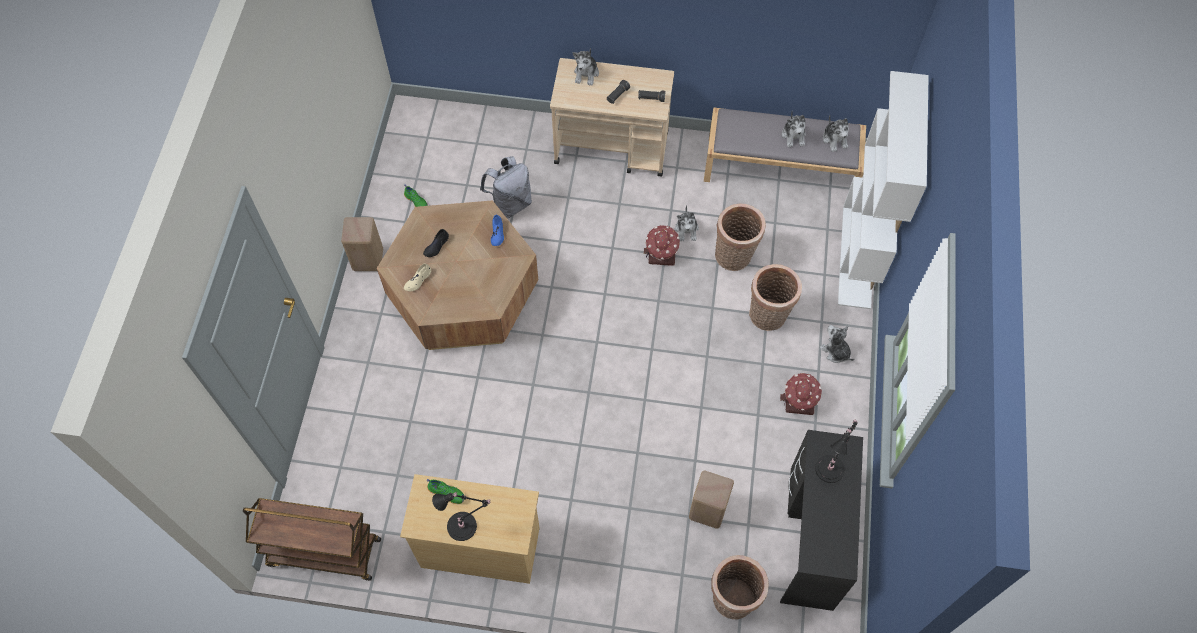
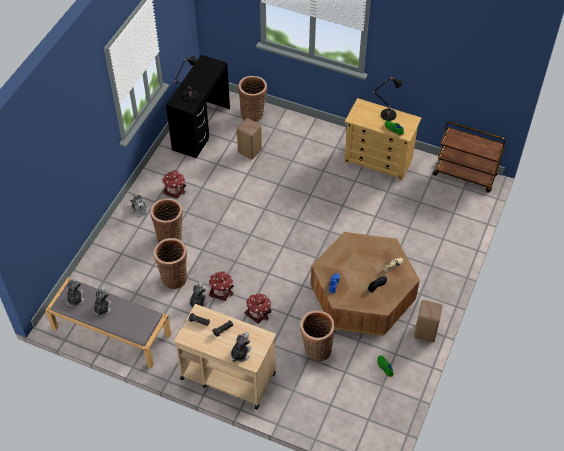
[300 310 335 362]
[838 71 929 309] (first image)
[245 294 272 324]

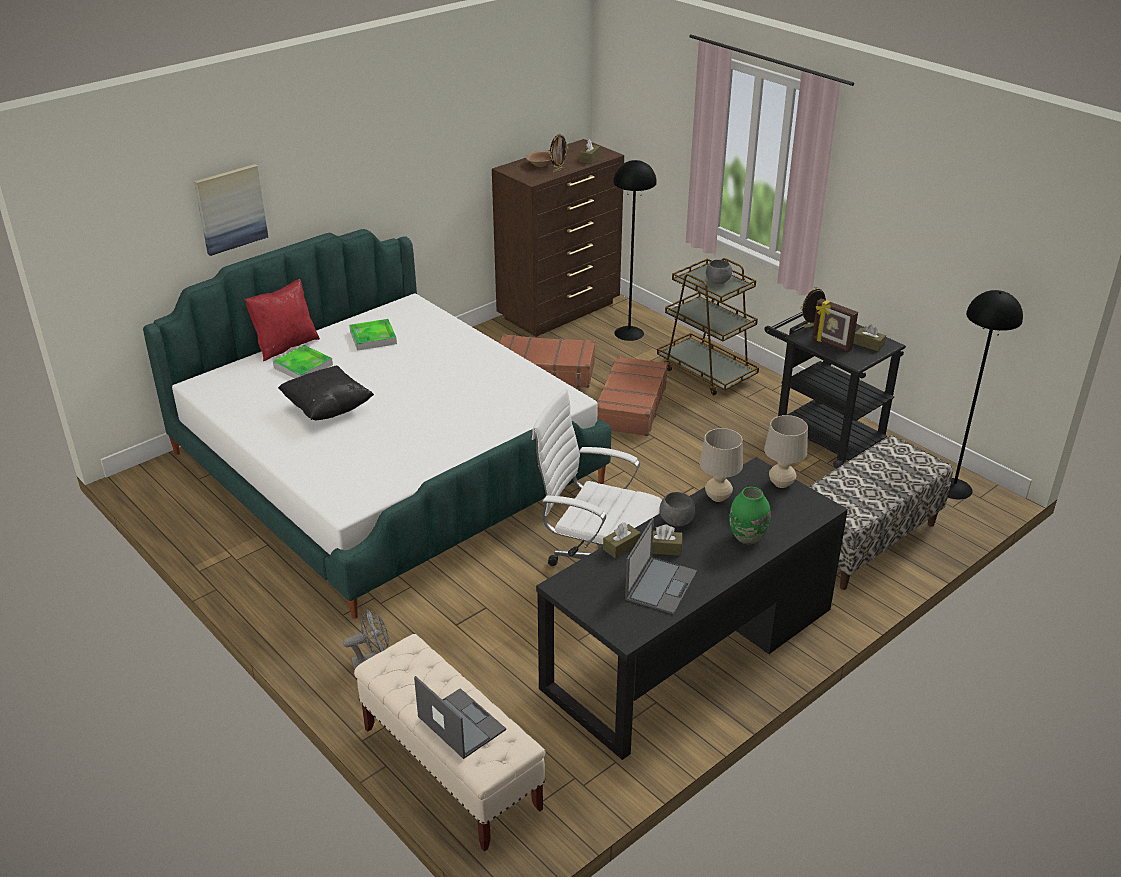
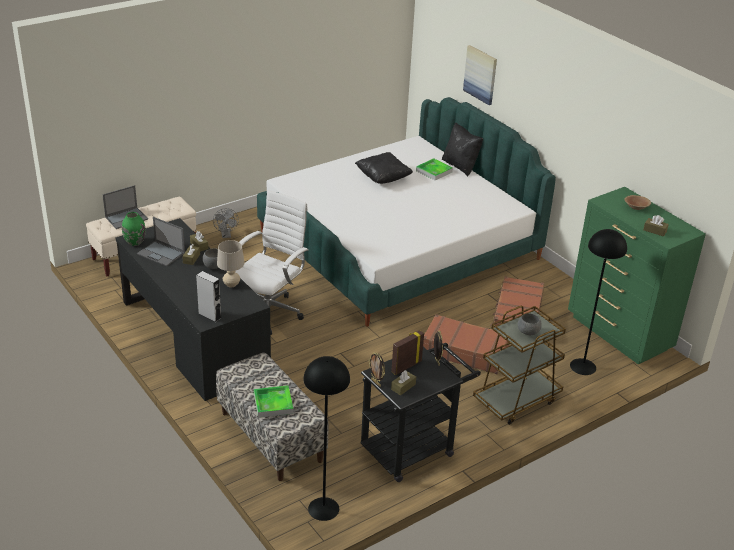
[442 123 483 176]
[254 385 294 418]
[568 187 706 365]
[369 352 385 387]
[122 212 146 246]
[764 415 808 488] (first image)
[196 271 221 322]

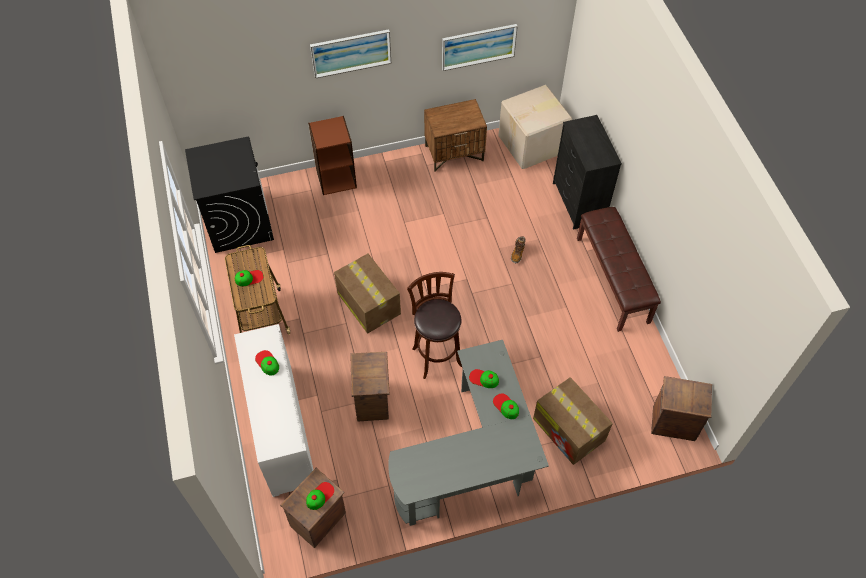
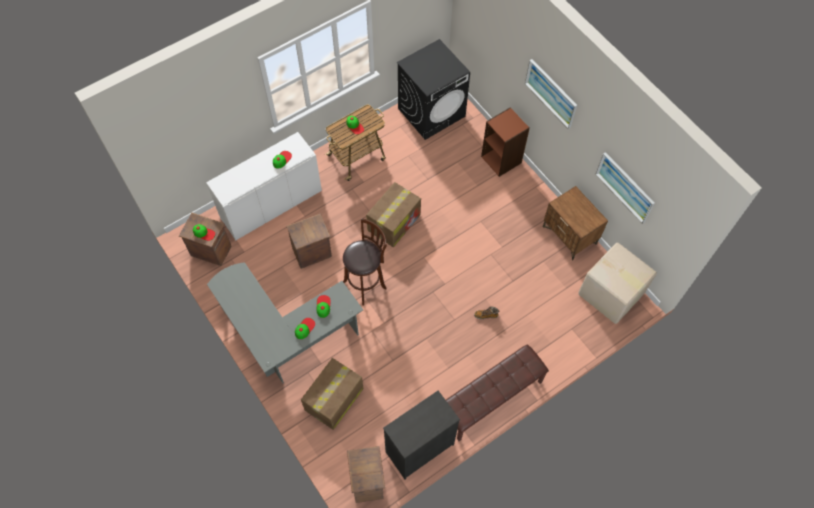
[383 391 460 479]

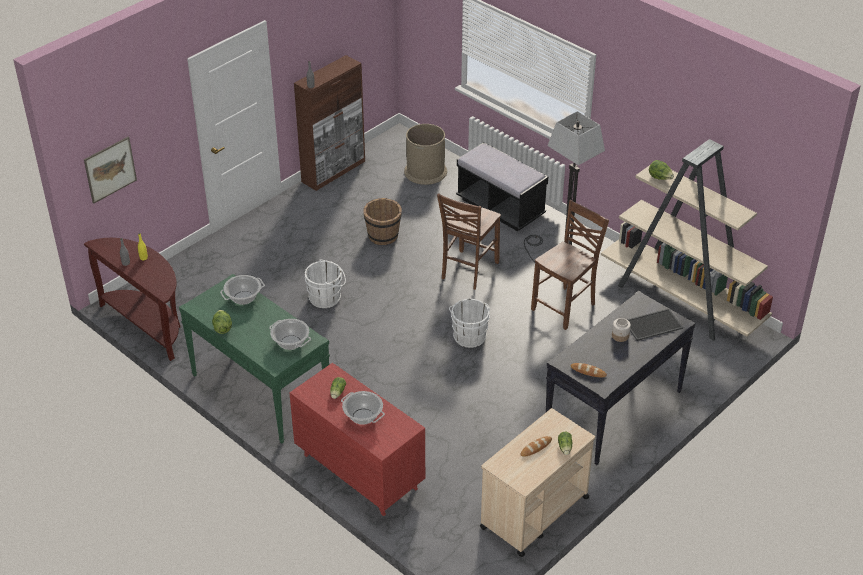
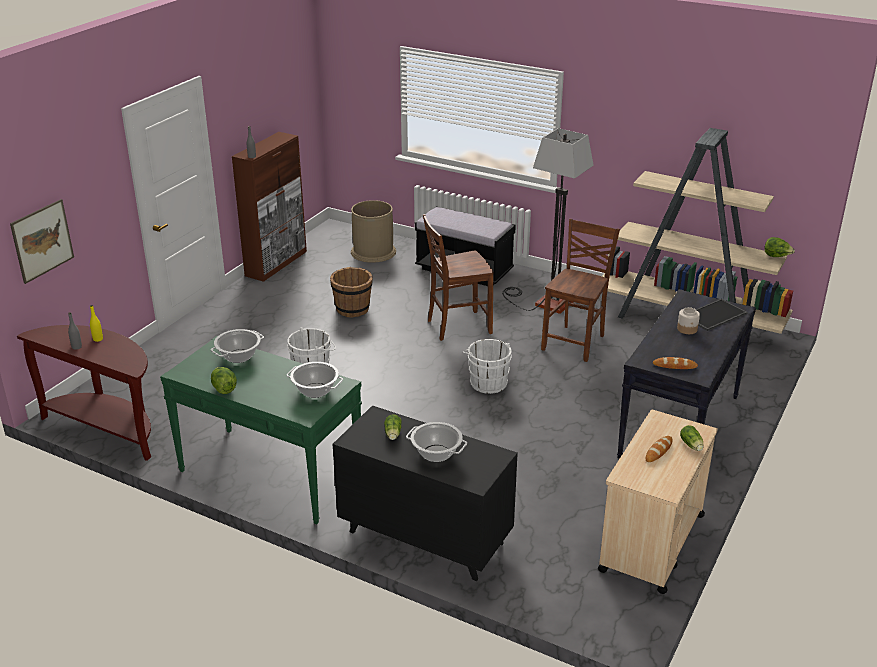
[333 405 518 581]
[423 214 494 341]
[764 237 795 257]

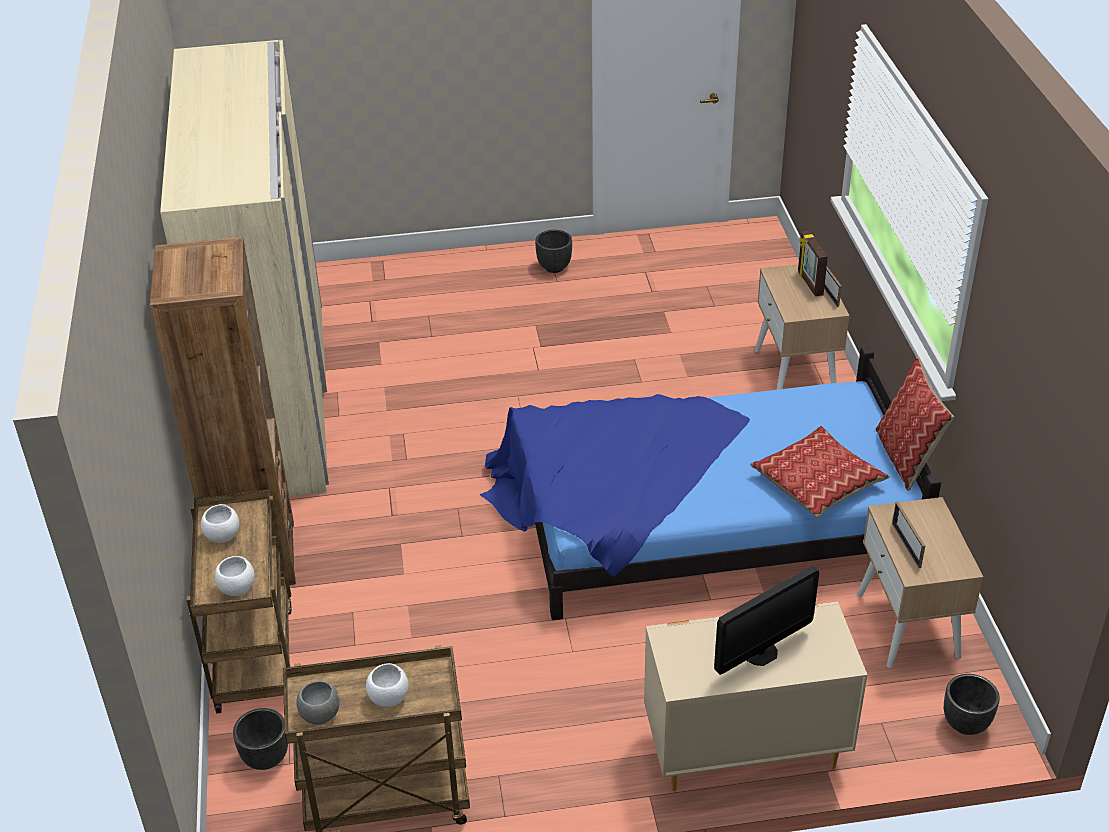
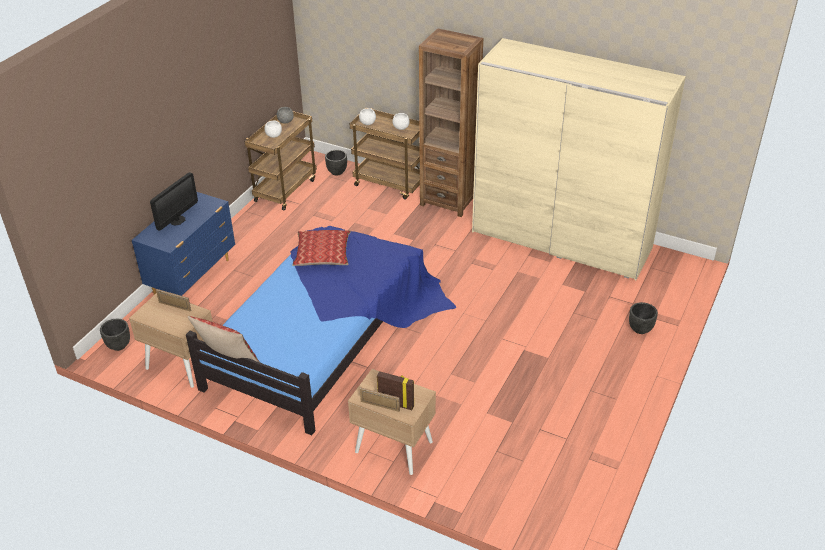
[629 302 658 334]
[132 192 235 296]
[150 172 198 231]
[292 230 351 266]

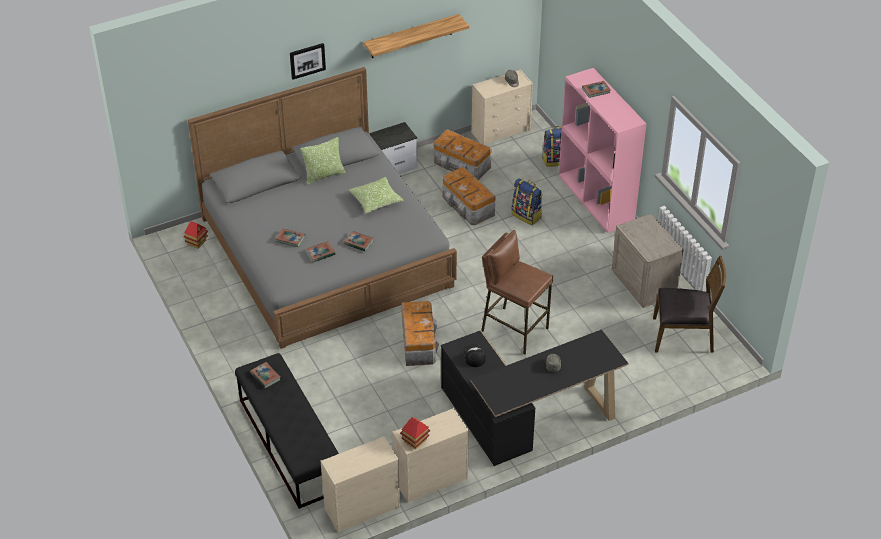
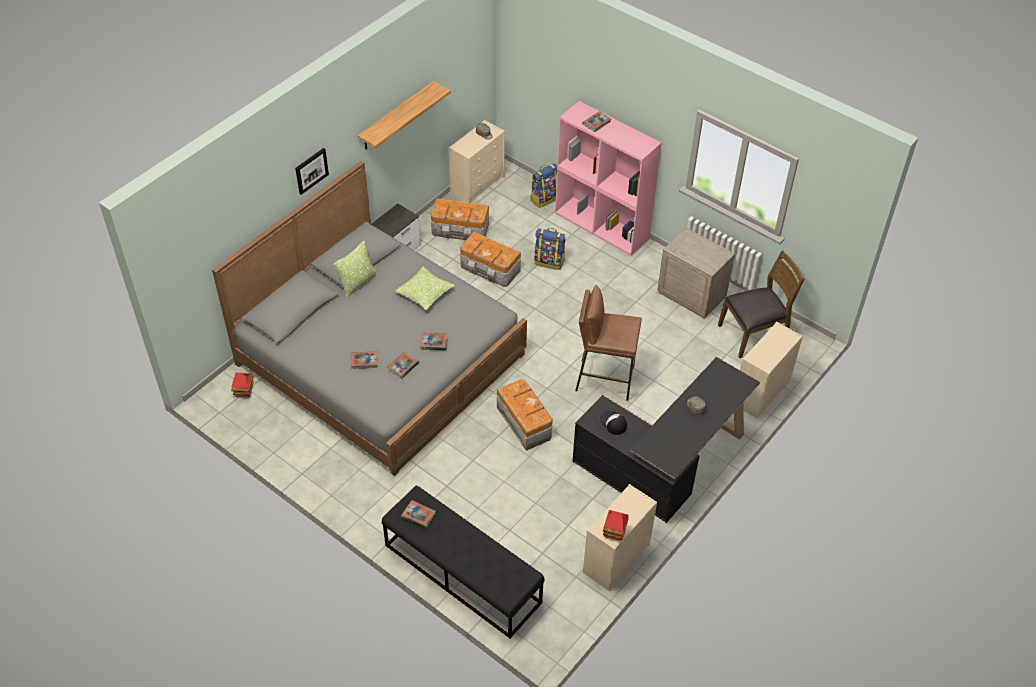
[740 322 803 419]

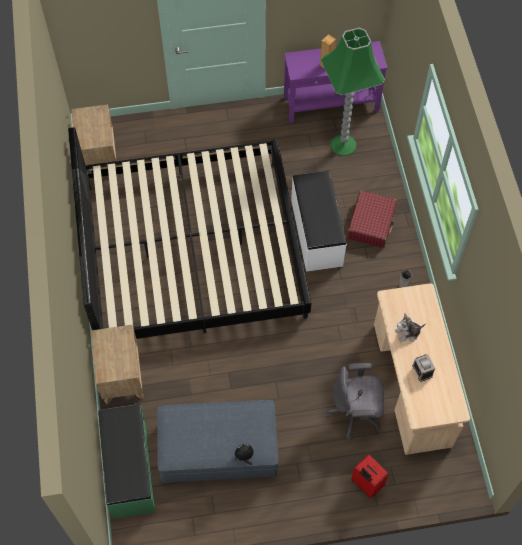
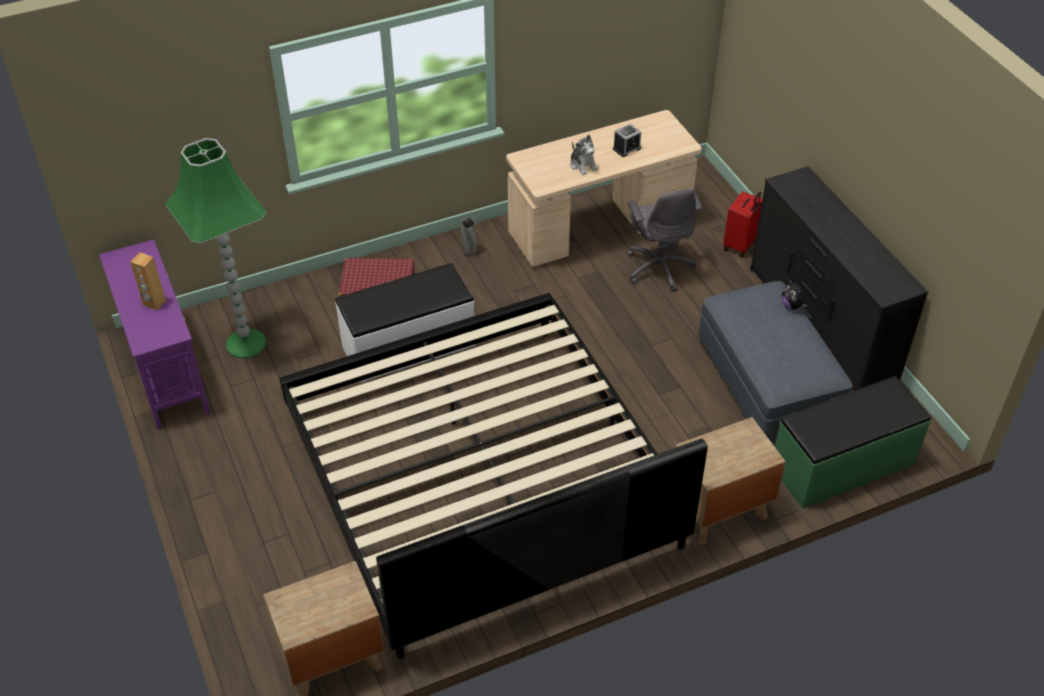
[750 166 928 391]

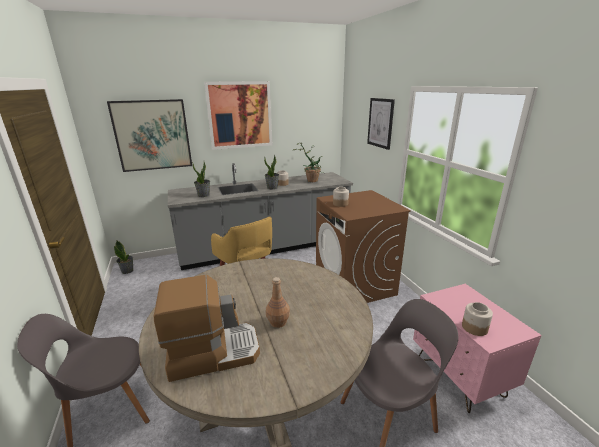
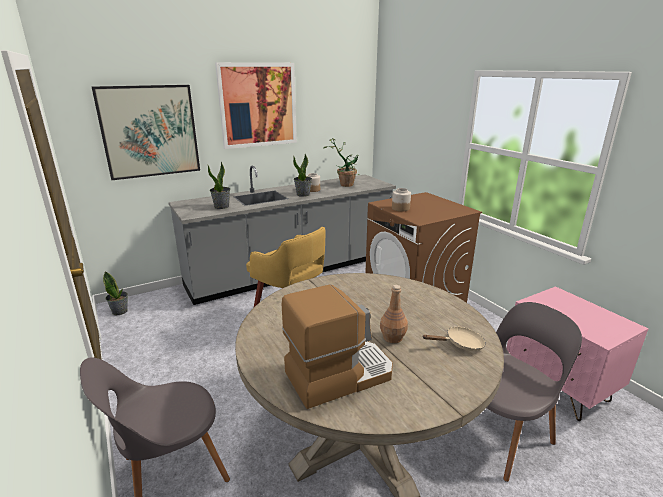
[367 98 395 150] (first image)
[462 302 493 336] (first image)
[422 326 486 351]

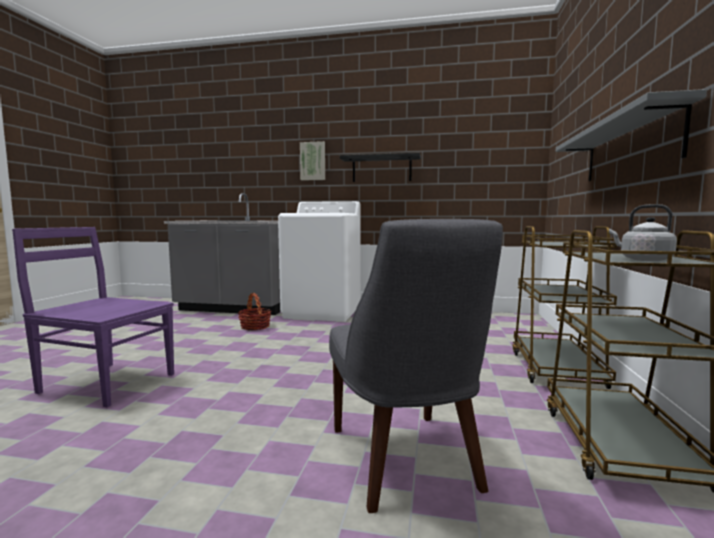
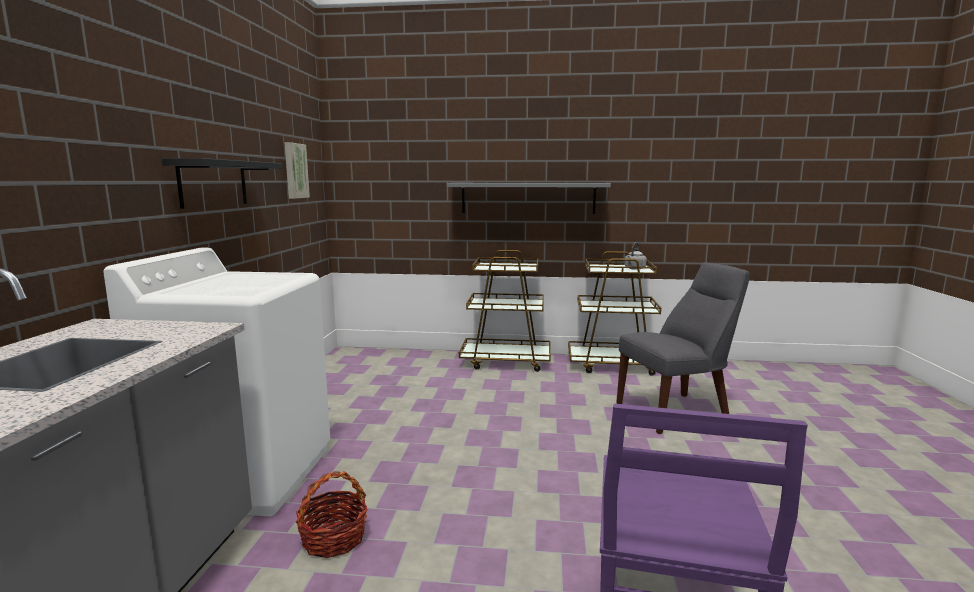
[284 142 310 199]

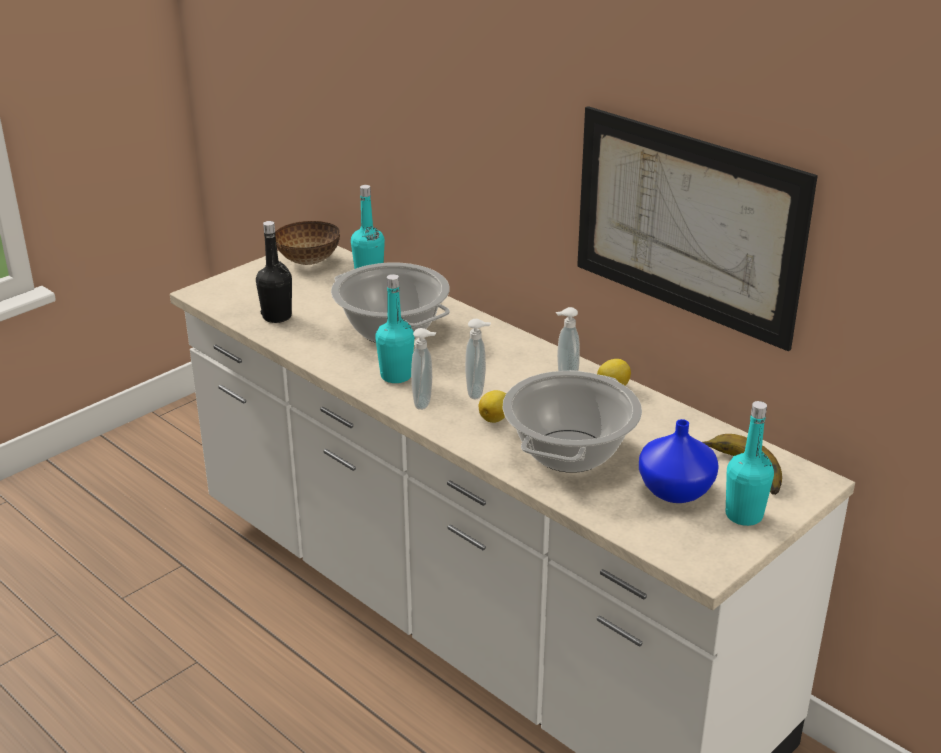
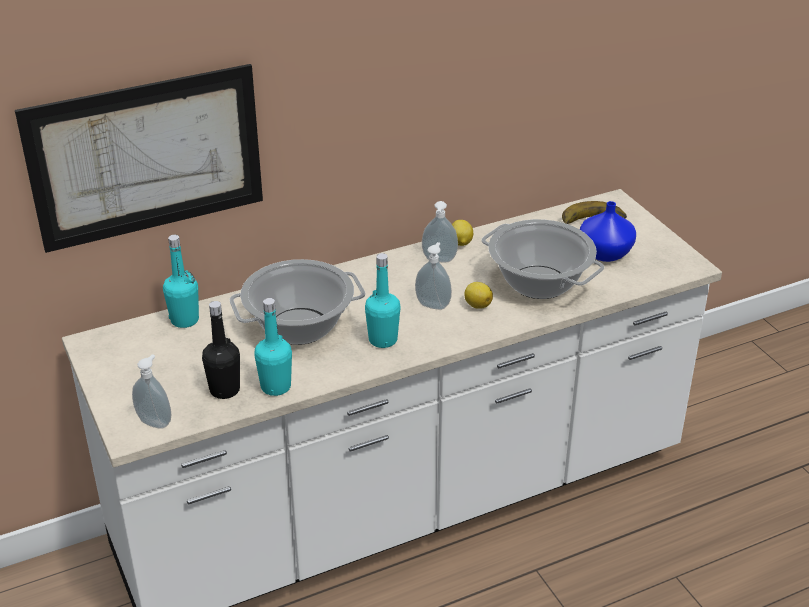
[275 221 340 265] (first image)
[132 354 171 429]
[15 64 263 253]
[254 298 292 396]

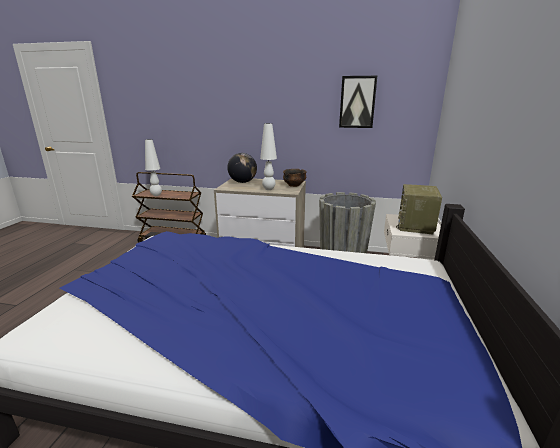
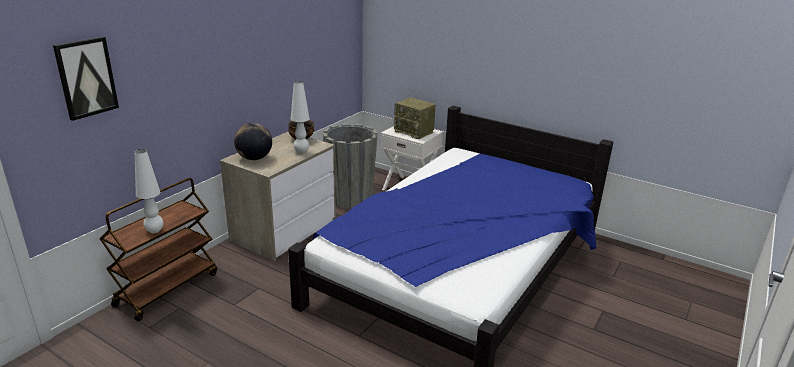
[53 37 119 121]

